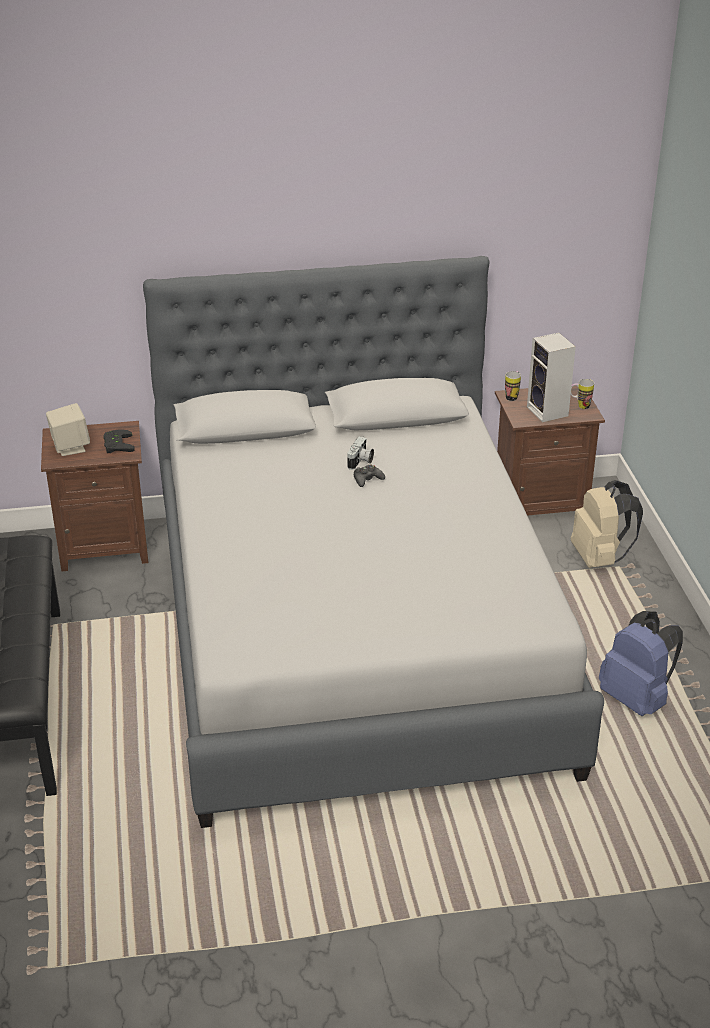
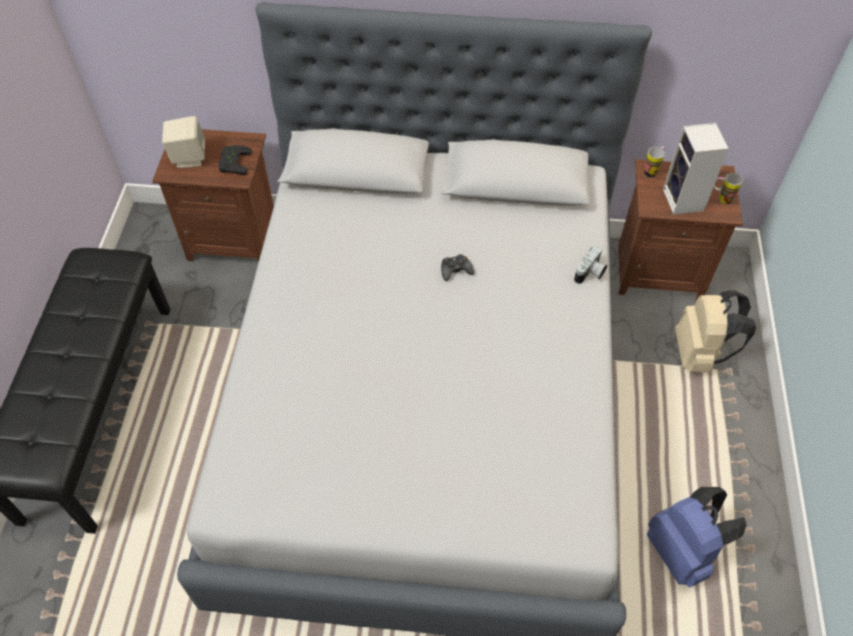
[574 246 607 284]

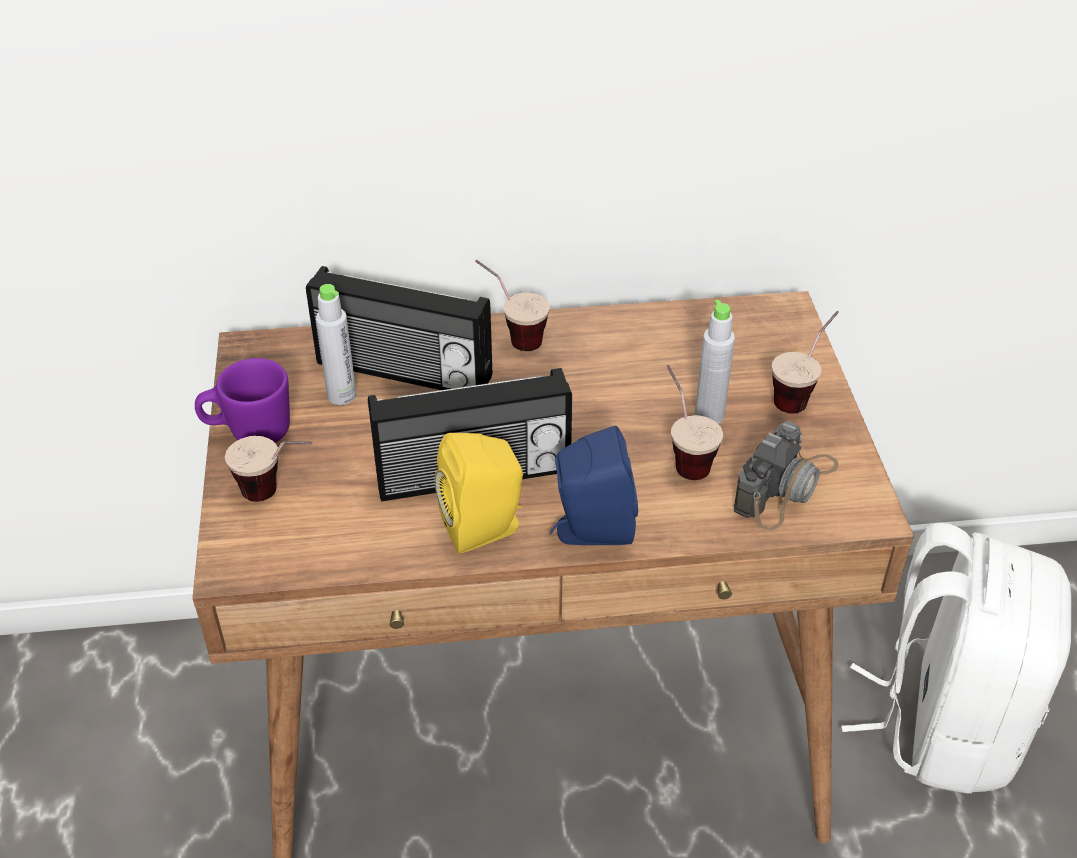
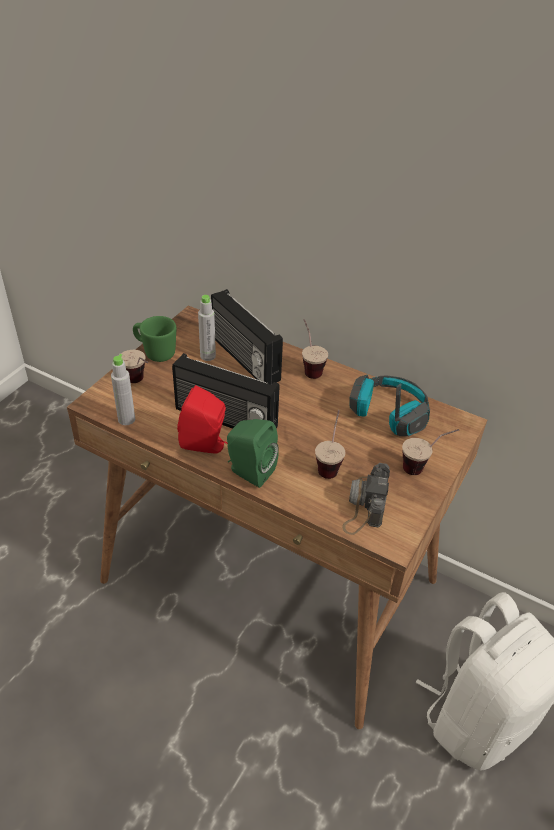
[133 316 176 362]
[177 385 228 453]
[227 419 279 488]
[111 354 135 425]
[342 463 390 535]
[349 375 430 436]

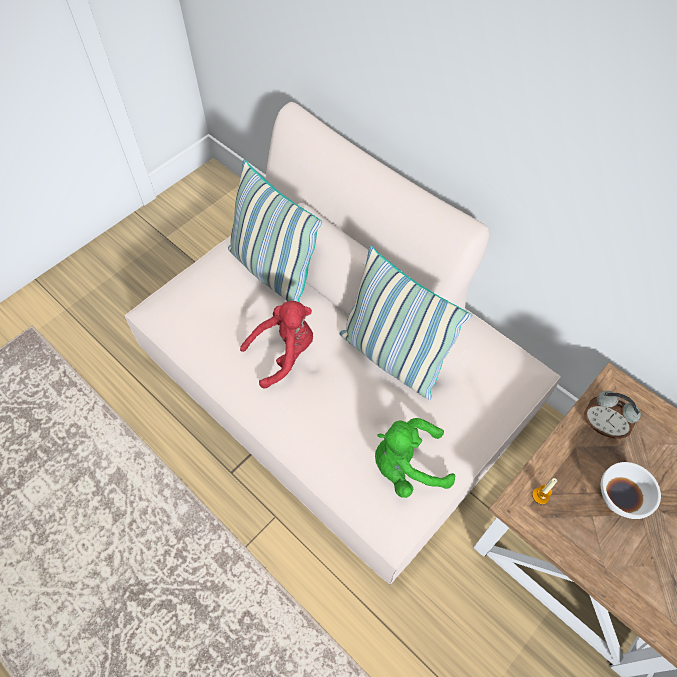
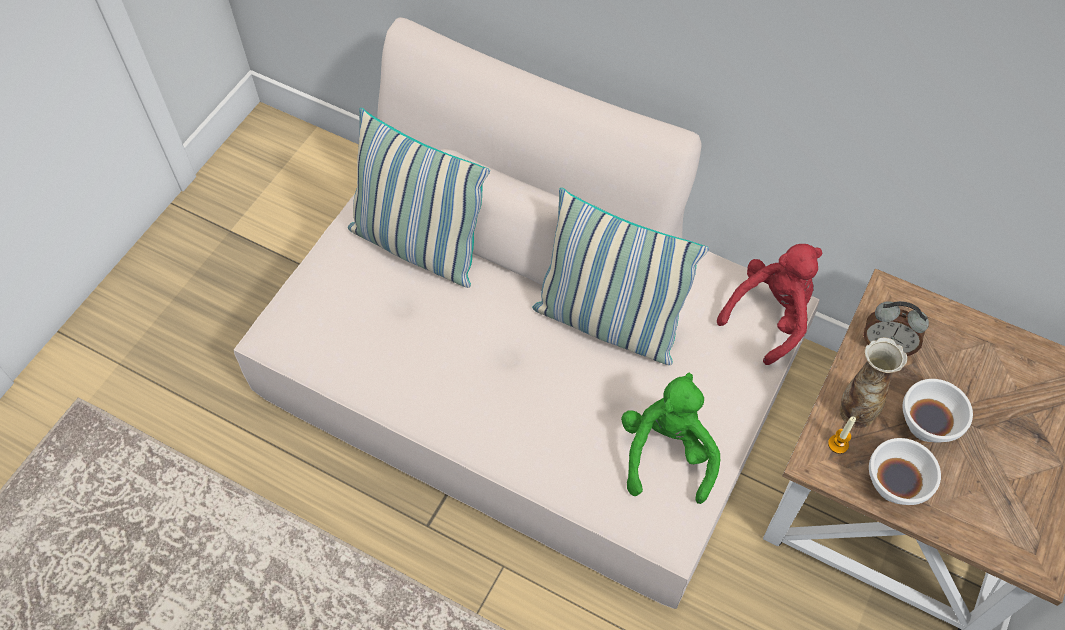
[717 244 822 365]
[621 372 720 504]
[840 337 907 428]
[869 438 941 505]

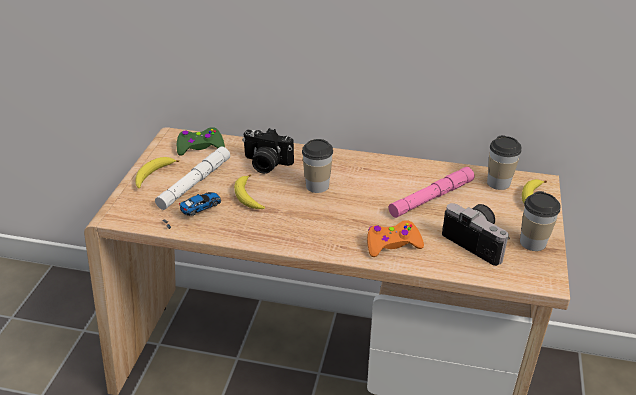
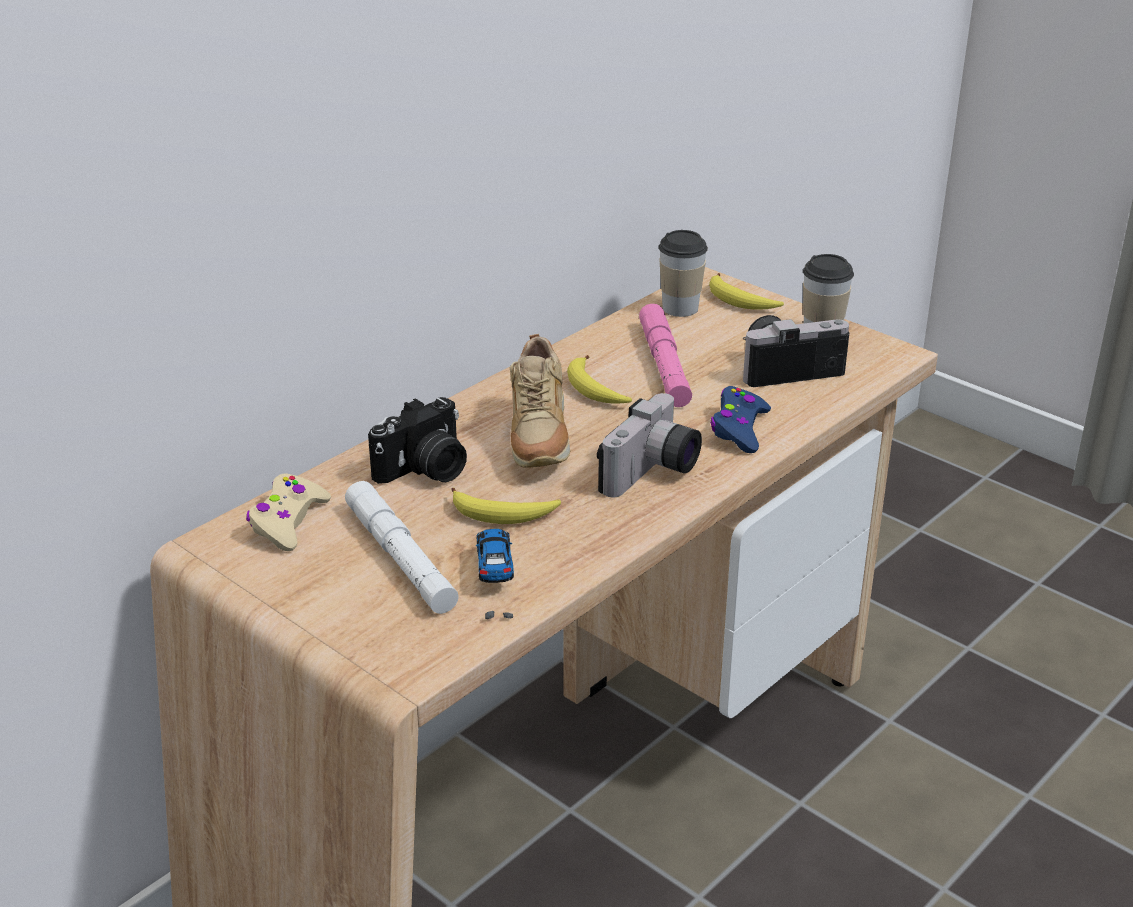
[567 355 632 404]
[246 473 331 551]
[510 334 570 468]
[710 386 771 453]
[597 393 702 497]

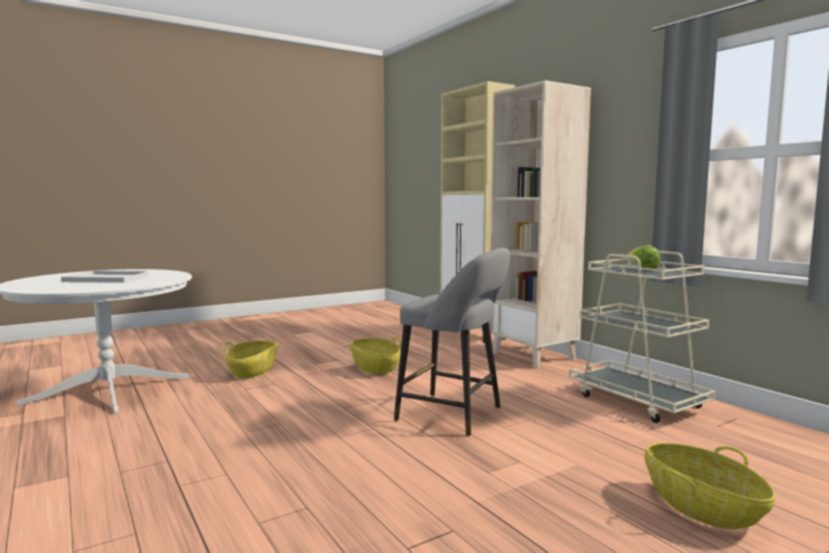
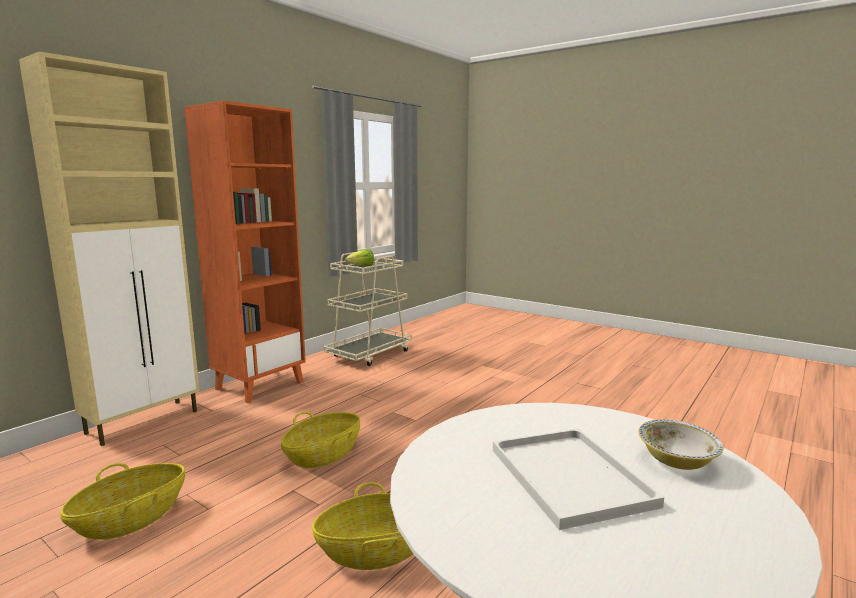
[394 248 510 436] (first image)
[184 101 306 403]
[60 463 185 540]
[639 419 723 470]

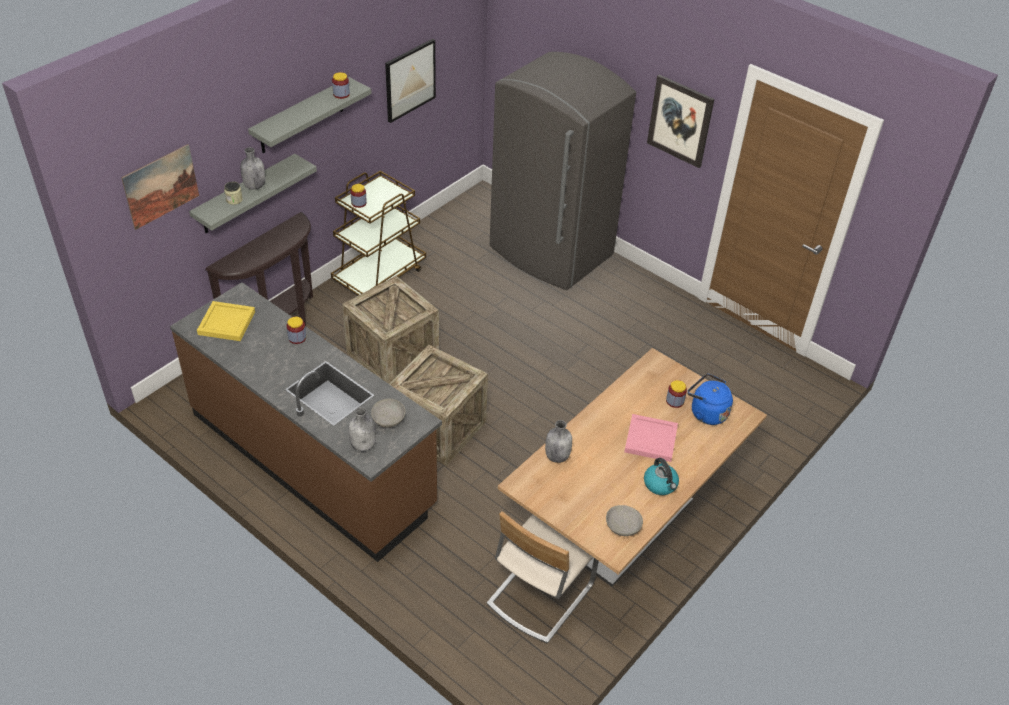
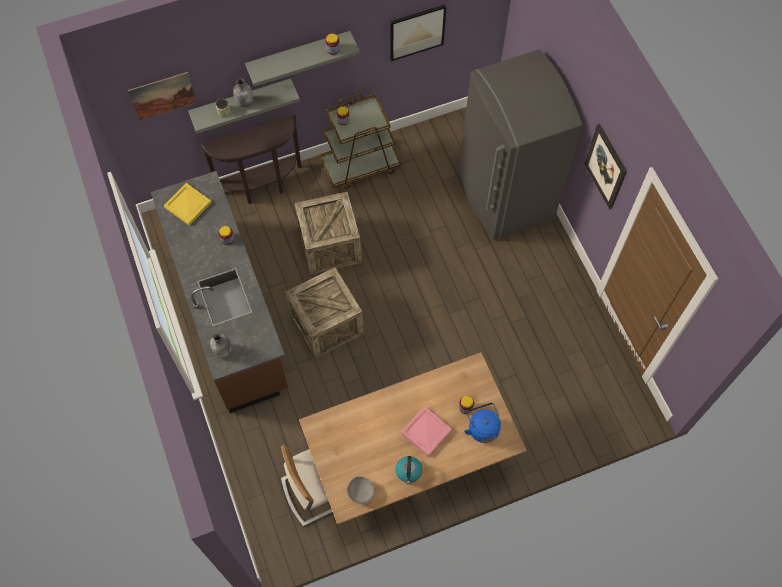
[371 399 406 428] (first image)
[545 420 572 463] (first image)

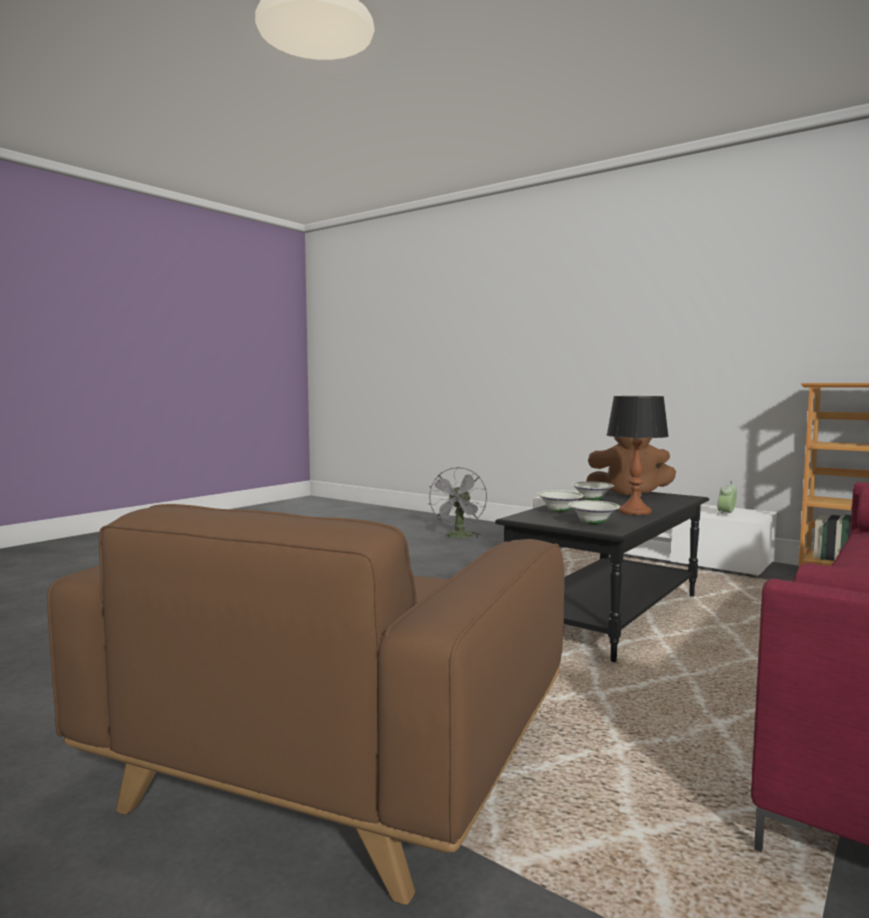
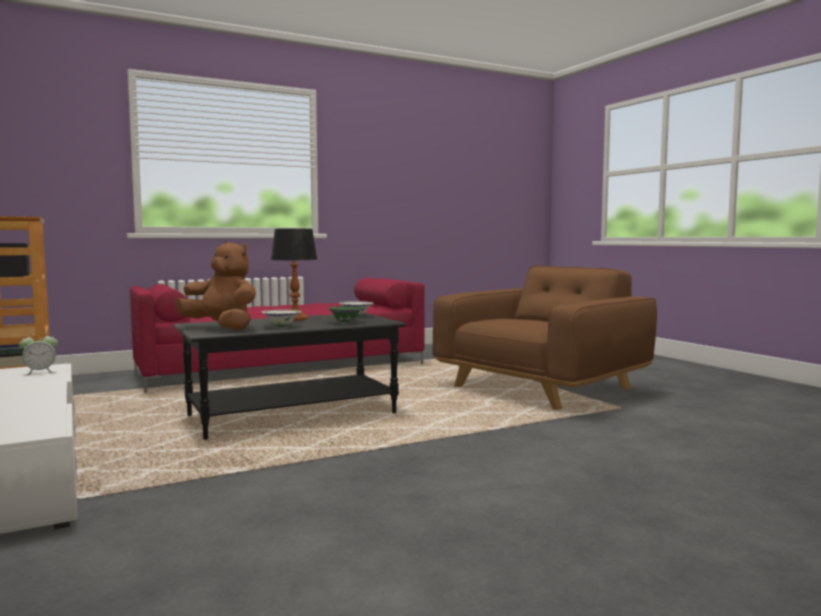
[428 467 487 538] (first image)
[327 306 364 323]

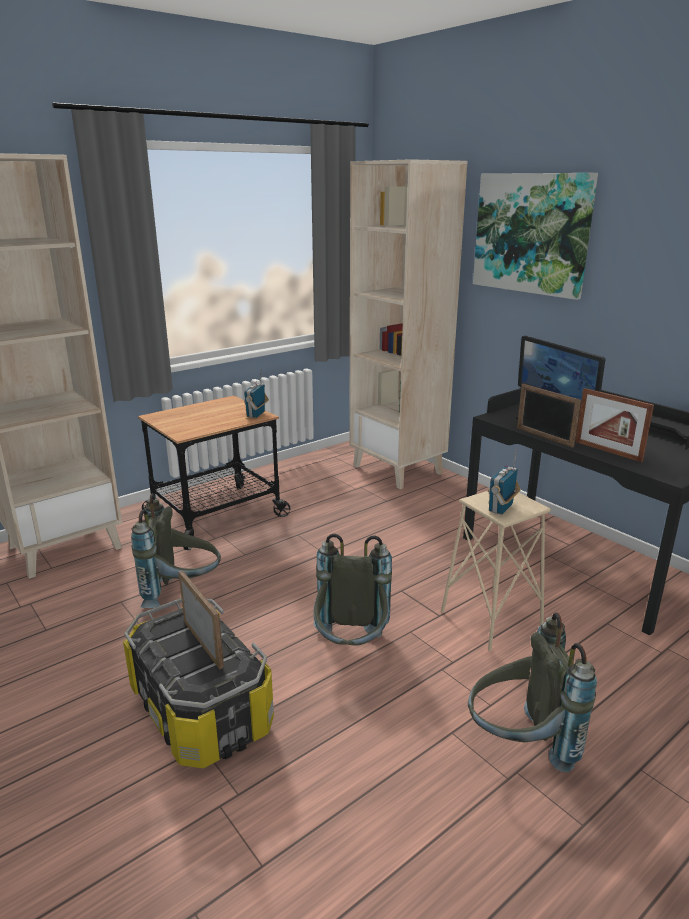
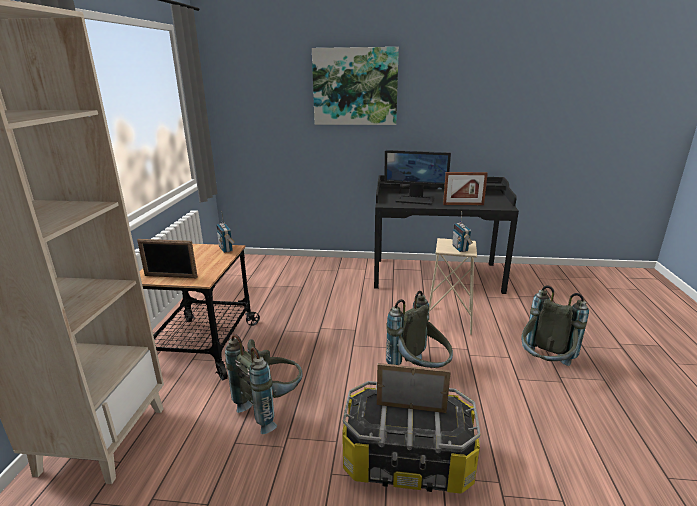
[349 159 468 489] (first image)
[137 239 198 279]

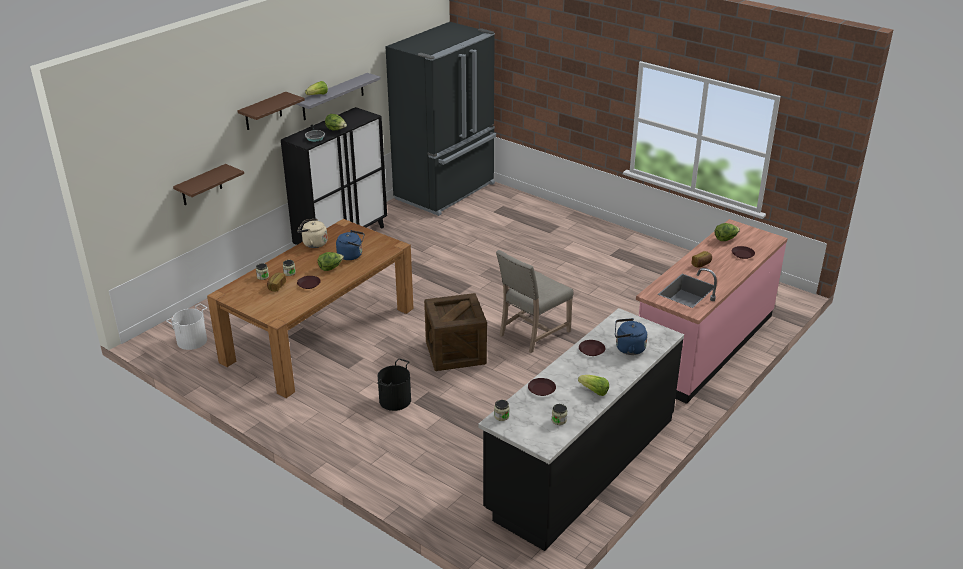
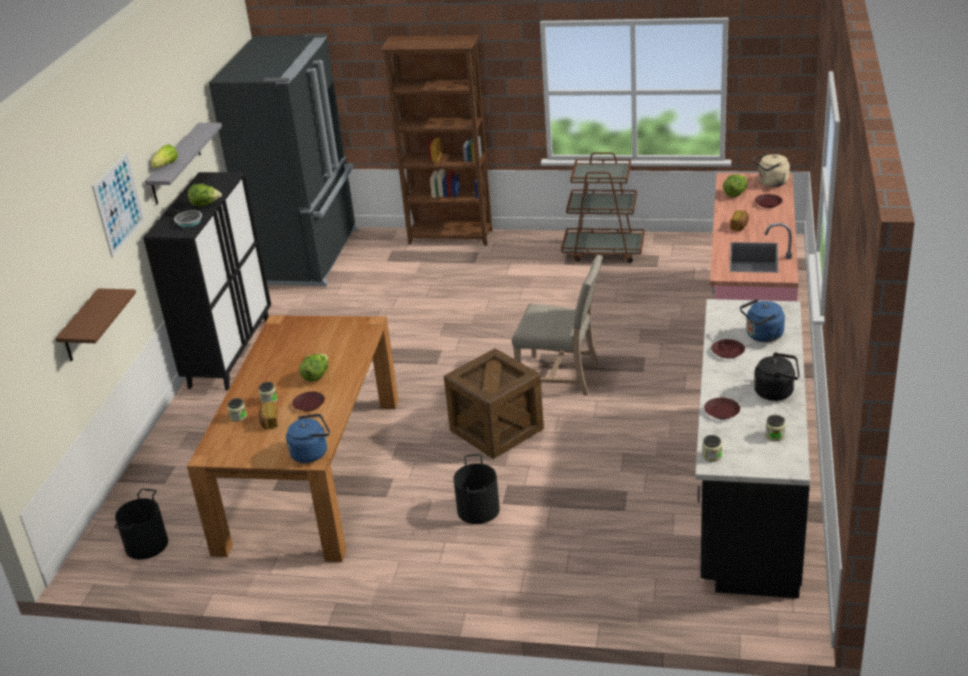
[114 489 168 560]
[92 152 145 258]
[753 152 790 187]
[286 414 330 463]
[512 255 603 396]
[754 352 800 401]
[380 35 493 246]
[561 152 644 263]

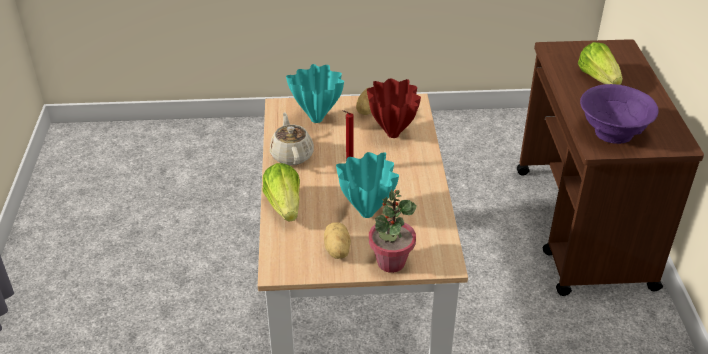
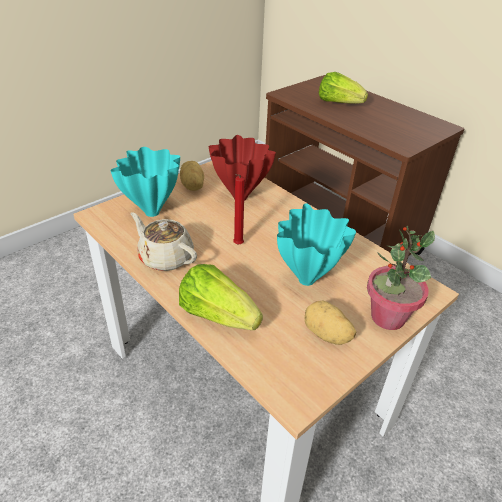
[580 84 659 144] (first image)

